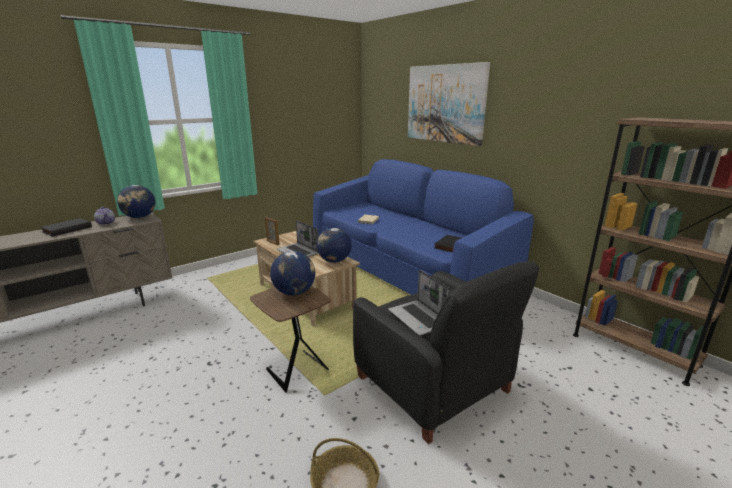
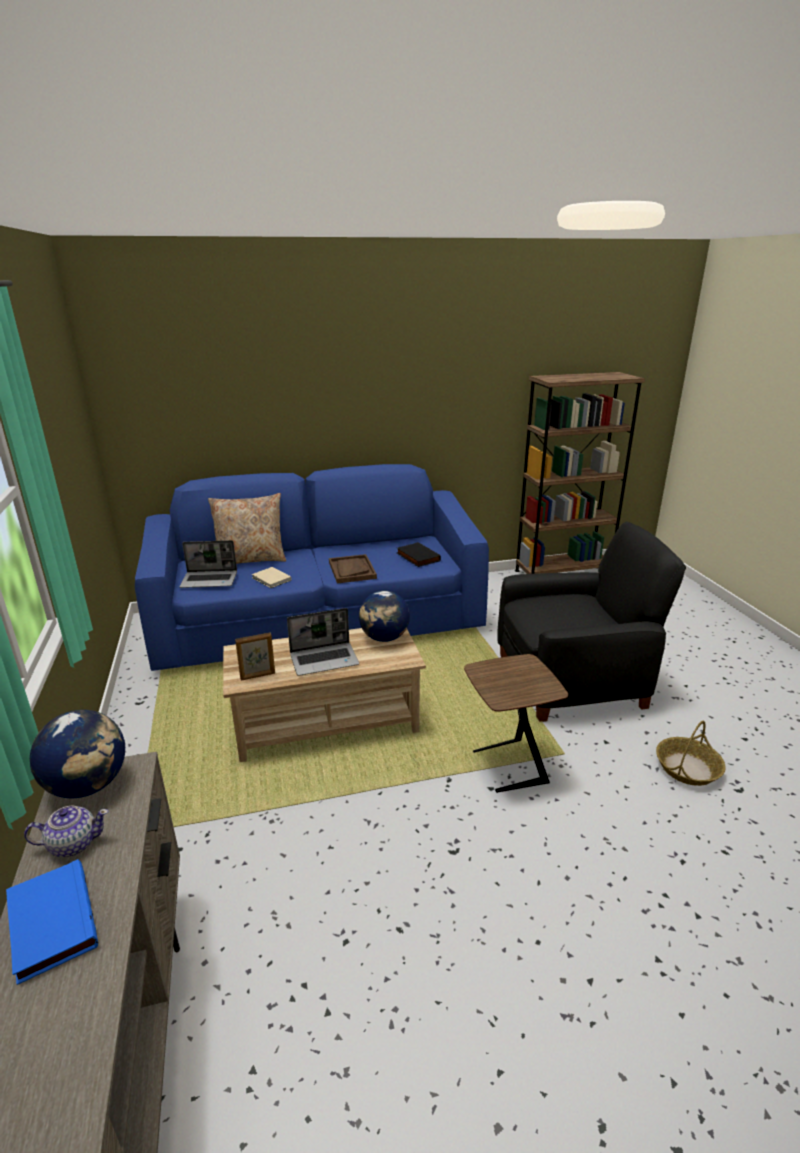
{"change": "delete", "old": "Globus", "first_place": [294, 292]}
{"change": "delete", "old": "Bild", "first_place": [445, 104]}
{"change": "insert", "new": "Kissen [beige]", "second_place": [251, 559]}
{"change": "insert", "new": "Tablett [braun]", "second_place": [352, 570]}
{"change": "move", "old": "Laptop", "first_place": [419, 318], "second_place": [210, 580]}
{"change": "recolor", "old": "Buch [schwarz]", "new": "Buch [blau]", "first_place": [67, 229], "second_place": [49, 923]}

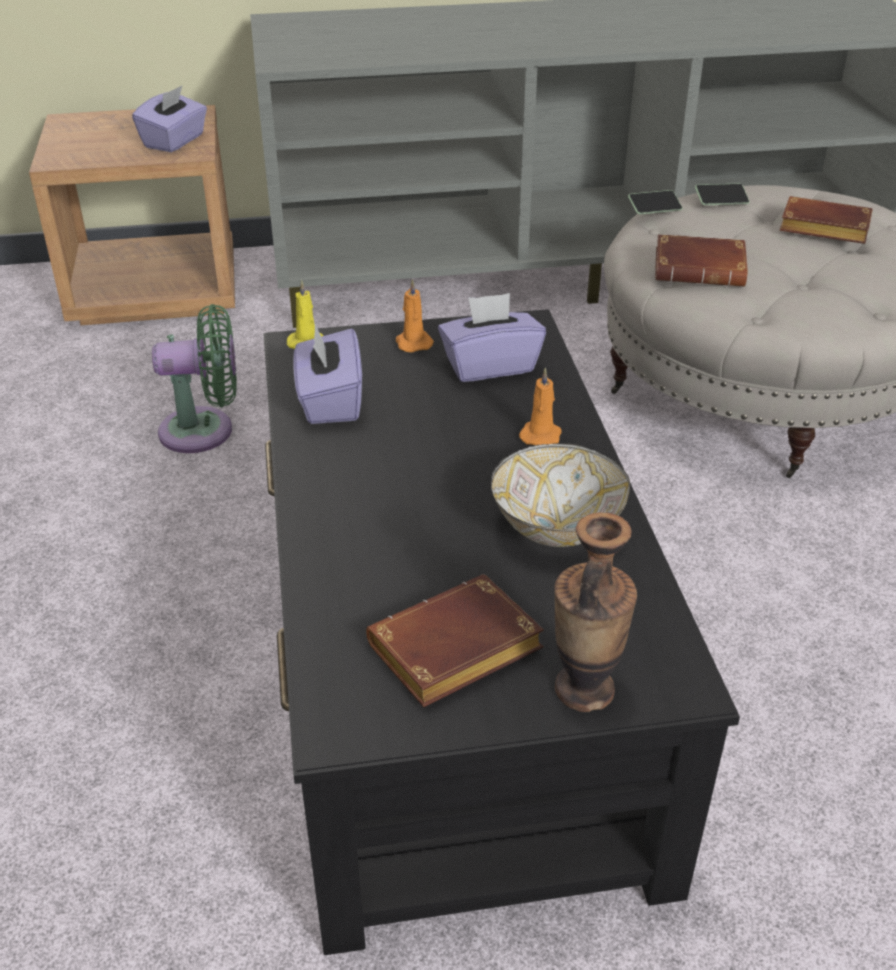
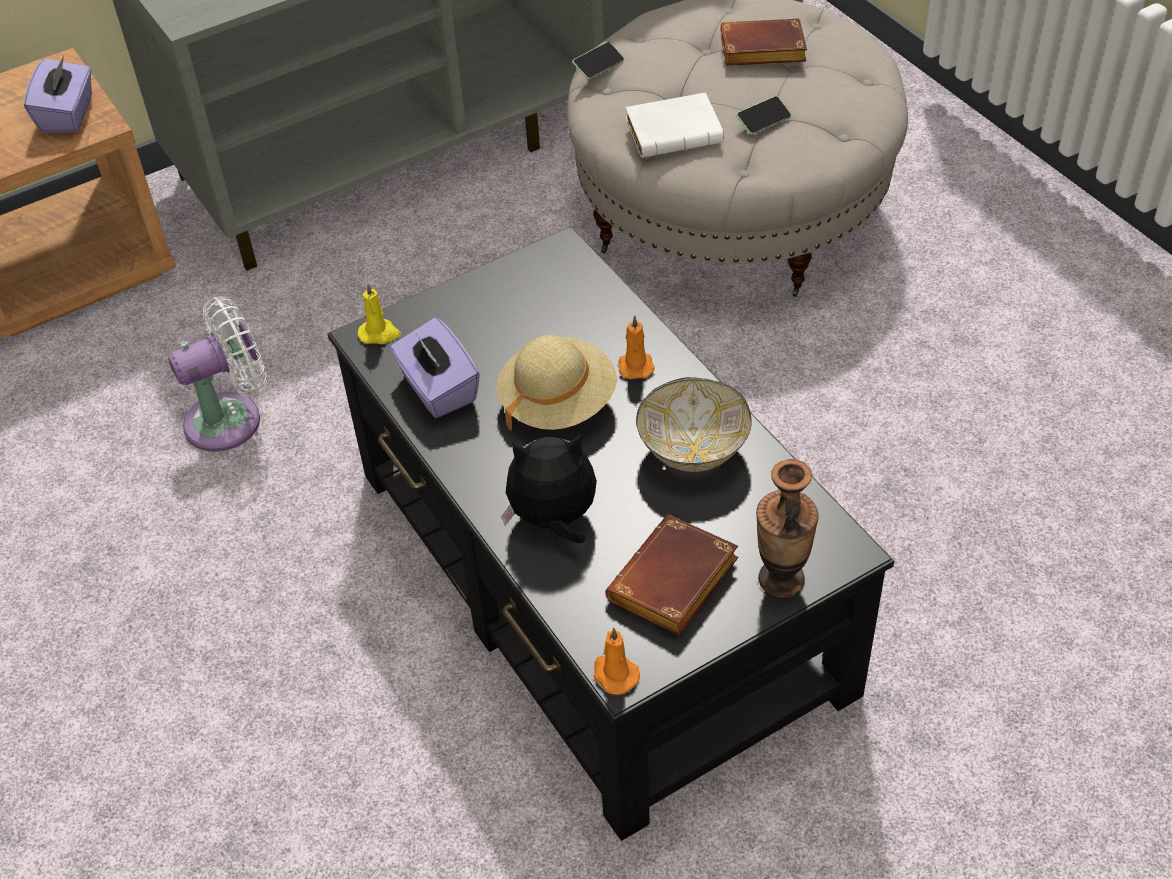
{"change": "delete", "old": "Taschentuchbox [lila]", "first_place": [489, 365]}
{"change": "insert", "new": "Hut [beige]", "second_place": [557, 402]}
{"change": "insert", "new": "Plüschtier", "second_place": [554, 520]}
{"change": "move", "old": "Kerze [orange]", "first_place": [413, 342], "second_place": [614, 674]}
{"change": "move", "old": "Handy", "first_place": [721, 202], "second_place": [763, 122]}
{"change": "recolor", "old": "Ventilator [grün]", "new": "Ventilator [weiß]", "first_place": [204, 431], "second_place": [231, 419]}
{"change": "recolor", "old": "Buch [braun]", "new": "Buch [weiß]", "first_place": [701, 269], "second_place": [675, 131]}

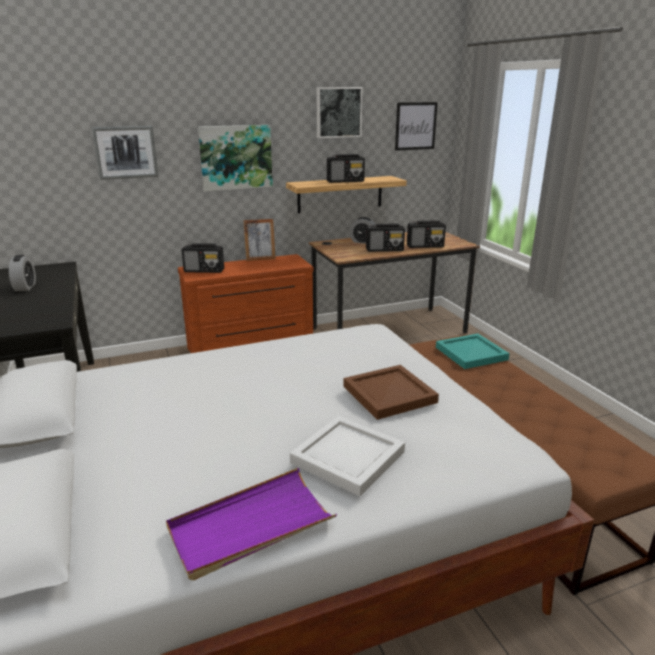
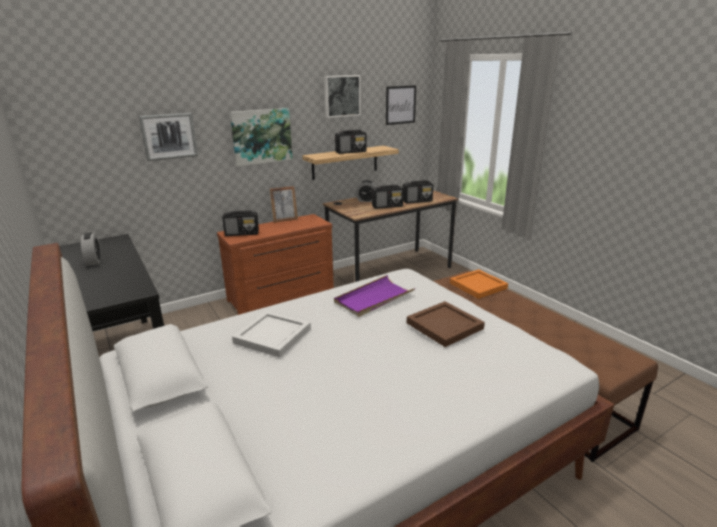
{"change": "move", "old": "Tablett [lila]", "first_place": [250, 526], "second_place": [374, 298]}
{"change": "move", "old": "Tablett [weiß]", "first_place": [348, 458], "second_place": [273, 336]}
{"change": "recolor", "old": "Tablett [türkis]", "new": "Tablett [orange]", "first_place": [471, 353], "second_place": [478, 285]}

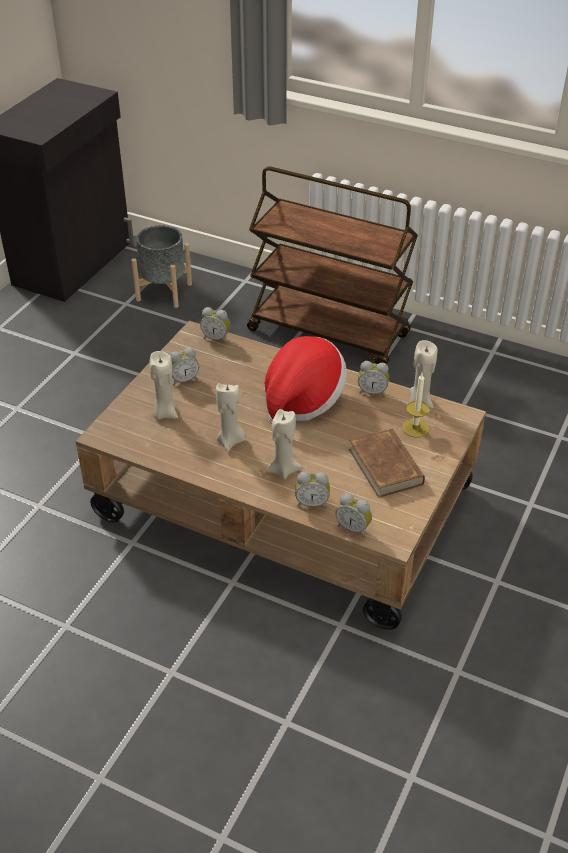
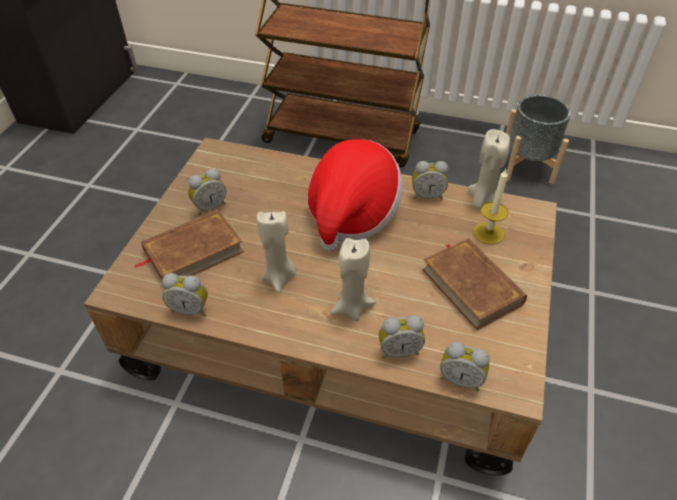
{"change": "move", "old": "Pflanzkübel [grau]", "first_place": [164, 291], "second_place": [526, 167]}
{"change": "move", "old": "Wecker", "first_place": [216, 338], "second_place": [190, 309]}
{"change": "replace", "old": "Kerze [beige]", "new": "Buch [braun]", "first_place": [164, 413], "second_place": [193, 251]}

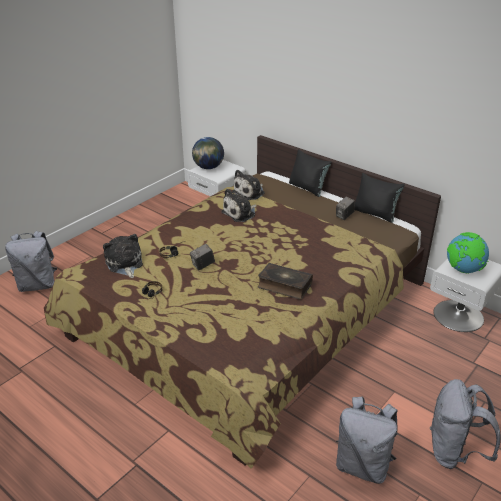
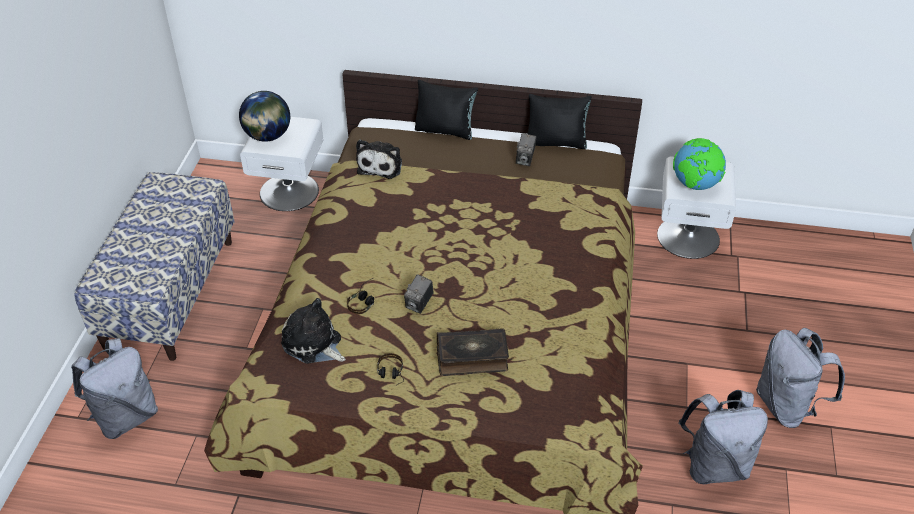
{"change": "delete", "old": "Plüschtier", "first_place": [240, 213]}
{"change": "insert", "new": "Bank", "second_place": [170, 293]}
{"change": "move", "old": "Buch", "first_place": [284, 286], "second_place": [472, 358]}

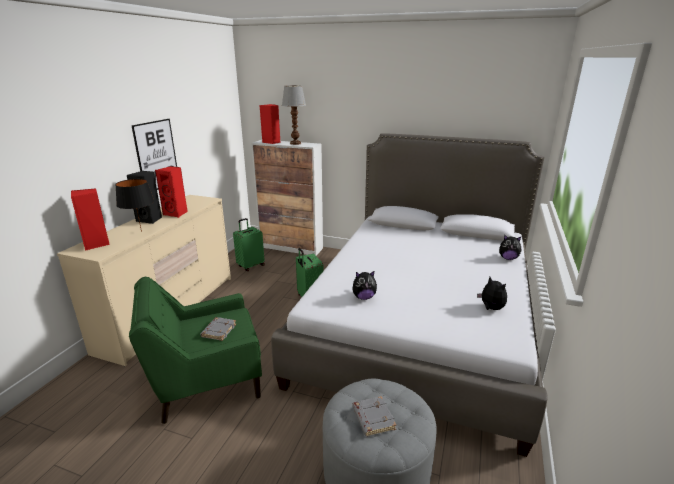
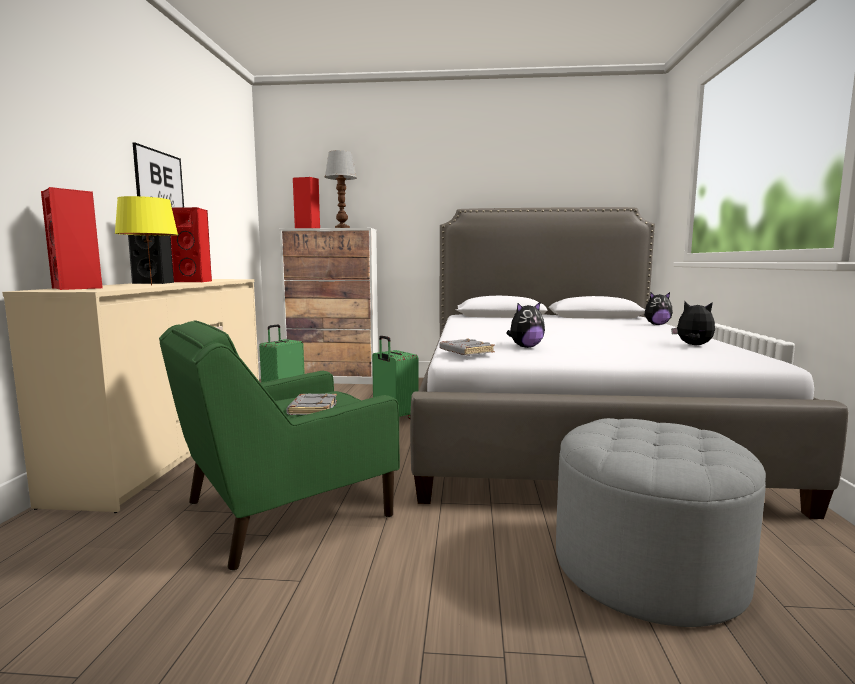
{"change": "move", "old": "Buch [grau]", "first_place": [372, 418], "second_place": [465, 351]}
{"change": "recolor", "old": "Tischlampe [schwarz]", "new": "Tischlampe [gelb]", "first_place": [142, 232], "second_place": [152, 285]}

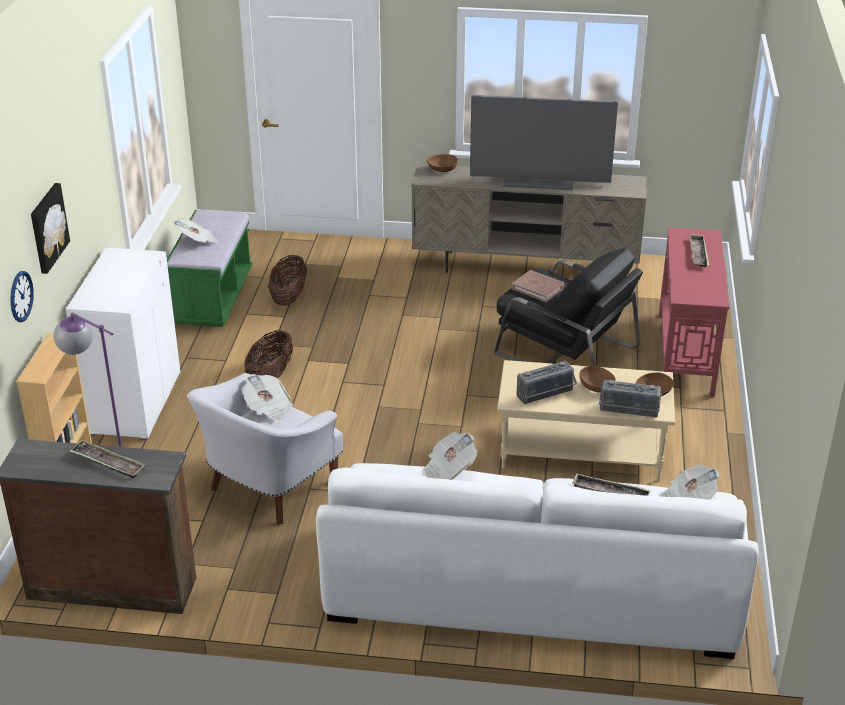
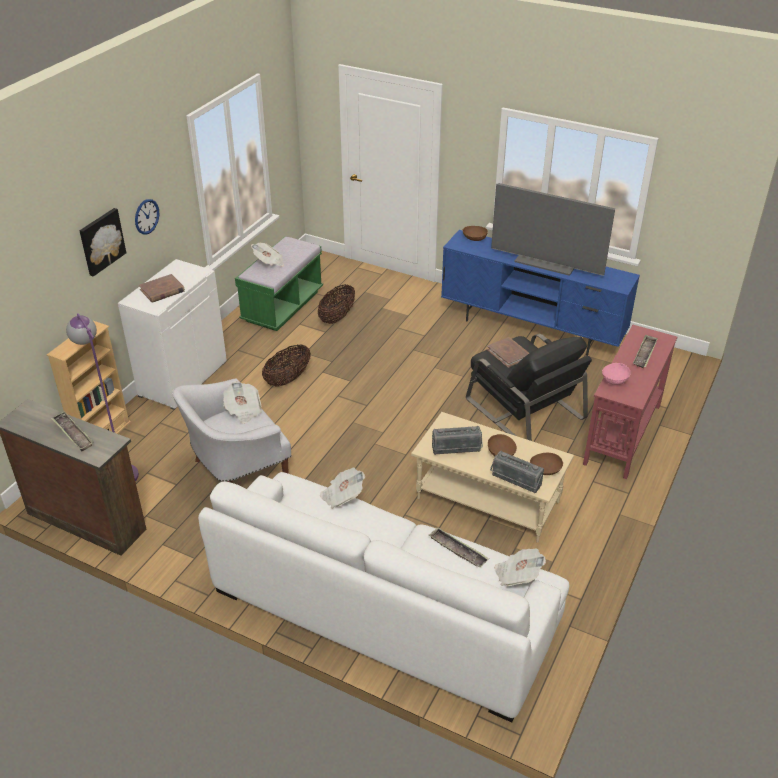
{"change": "insert", "new": "Buch [braun]", "second_place": [162, 290]}
{"change": "insert", "new": "Schüssel [rosa]", "second_place": [614, 380]}
{"change": "move", "old": "Wanduhr", "first_place": [21, 296], "second_place": [146, 216]}
{"change": "recolor", "old": "Fernsehschrank [beige]", "new": "Fernsehschrank [blau]", "first_place": [526, 267], "second_place": [532, 329]}

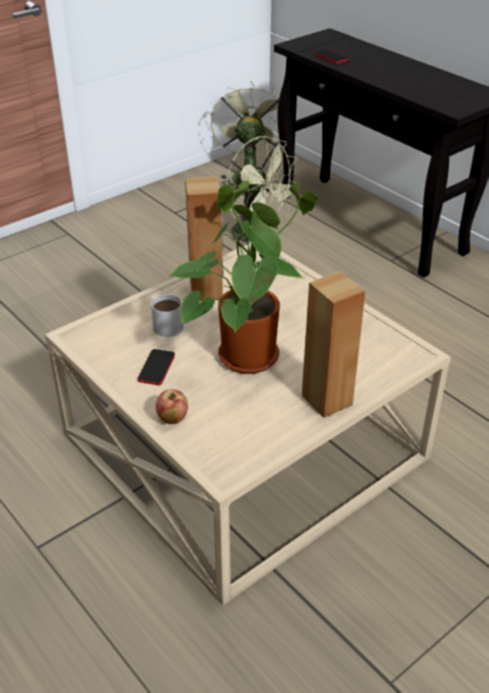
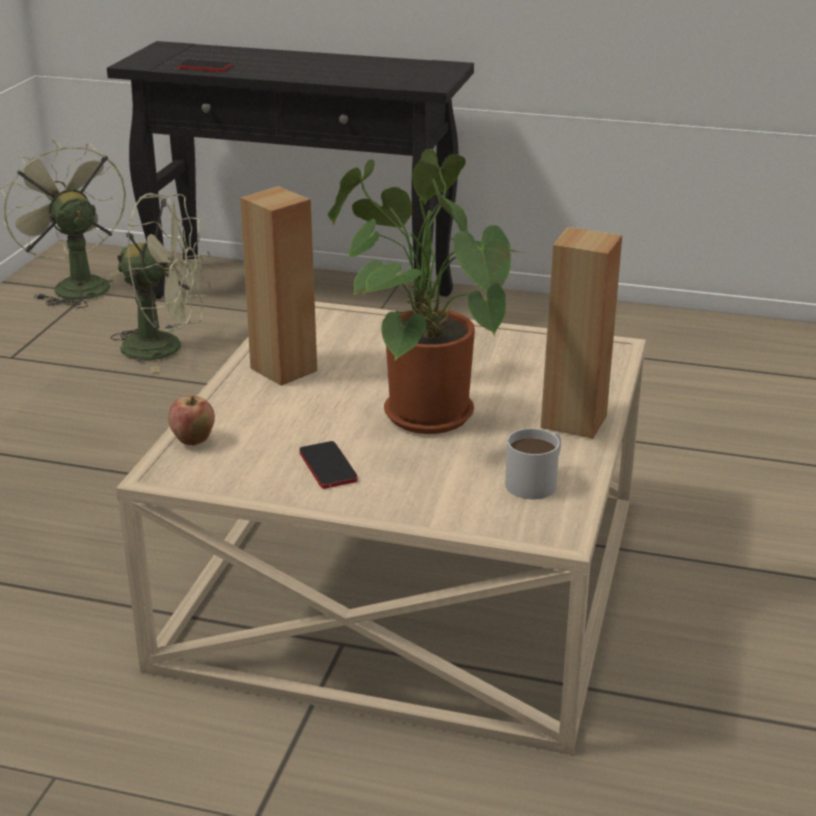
{"change": "move", "old": "Henkelbecher [weiß]", "first_place": [175, 326], "second_place": [537, 480]}
{"change": "move", "old": "Apfel", "first_place": [172, 419], "second_place": [193, 440]}

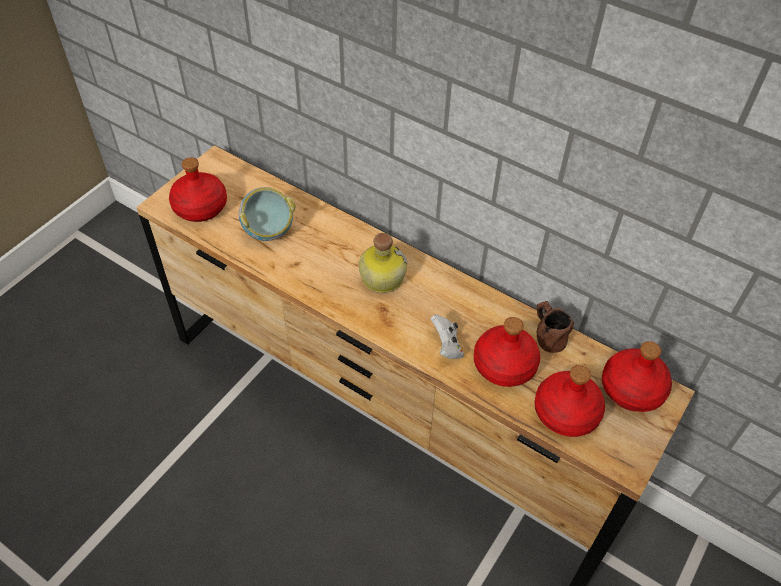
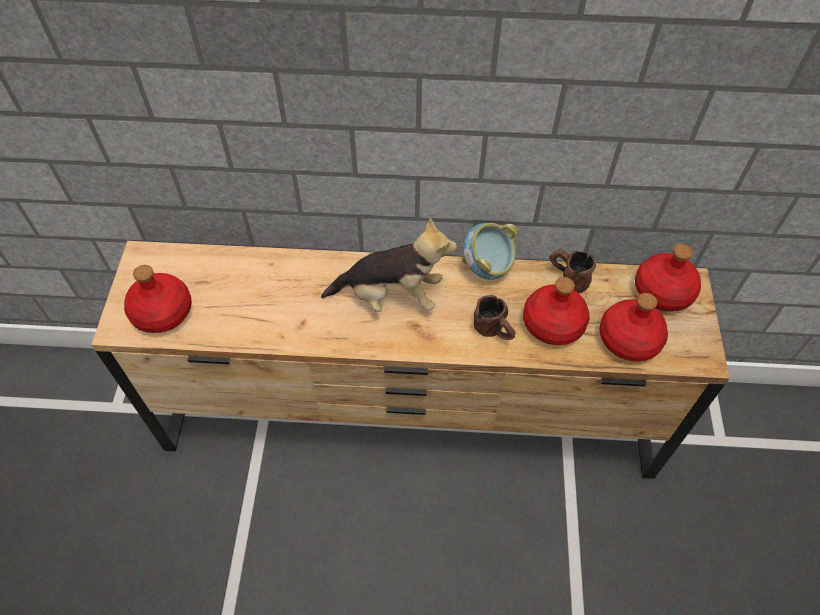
{"change": "move", "old": "Schüssel", "first_place": [268, 232], "second_place": [487, 268]}
{"change": "replace", "old": "Flasche", "new": "Plüschtier", "first_place": [381, 277], "second_place": [391, 296]}
{"change": "replace", "old": "Gamepad [weiß]", "new": "Henkelbecher [braun]", "first_place": [447, 346], "second_place": [494, 332]}

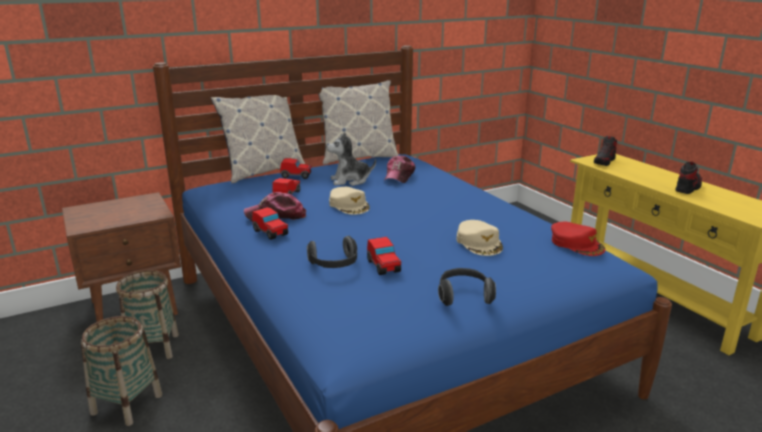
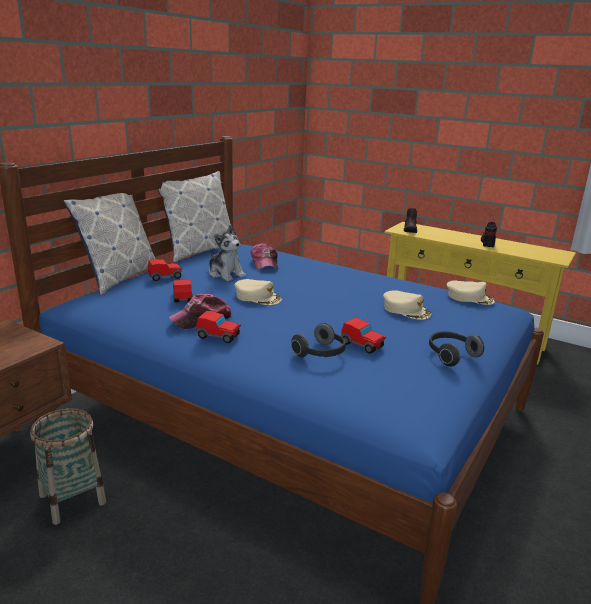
{"change": "delete", "old": "Korb", "first_place": [127, 404]}
{"change": "recolor", "old": "Kappe [rot]", "new": "Kappe [beige]", "first_place": [576, 244], "second_place": [469, 297]}
{"change": "rotate", "old": "Plüschtier", "first_place": [350, 181], "second_place": [226, 274], "degrees": -90}

